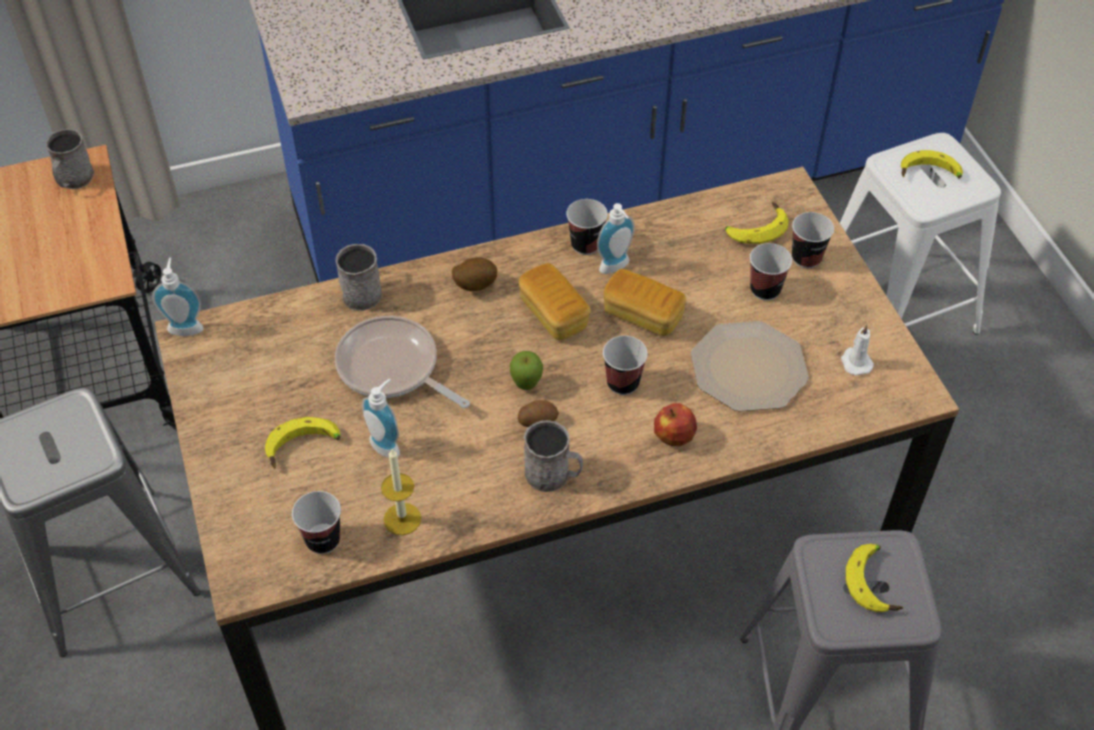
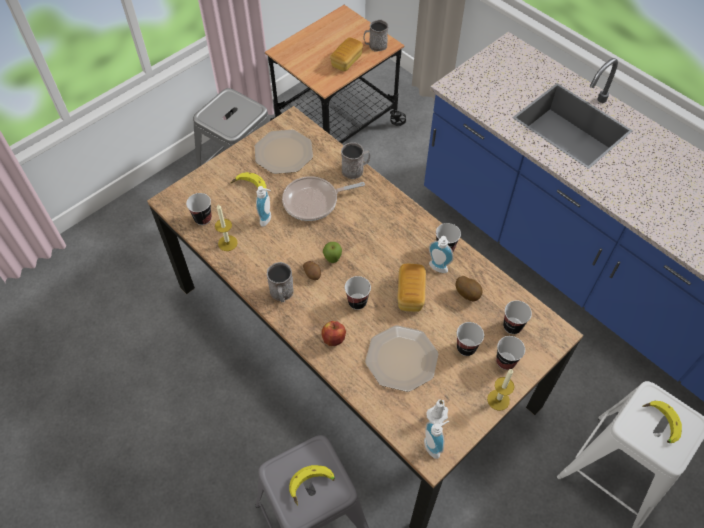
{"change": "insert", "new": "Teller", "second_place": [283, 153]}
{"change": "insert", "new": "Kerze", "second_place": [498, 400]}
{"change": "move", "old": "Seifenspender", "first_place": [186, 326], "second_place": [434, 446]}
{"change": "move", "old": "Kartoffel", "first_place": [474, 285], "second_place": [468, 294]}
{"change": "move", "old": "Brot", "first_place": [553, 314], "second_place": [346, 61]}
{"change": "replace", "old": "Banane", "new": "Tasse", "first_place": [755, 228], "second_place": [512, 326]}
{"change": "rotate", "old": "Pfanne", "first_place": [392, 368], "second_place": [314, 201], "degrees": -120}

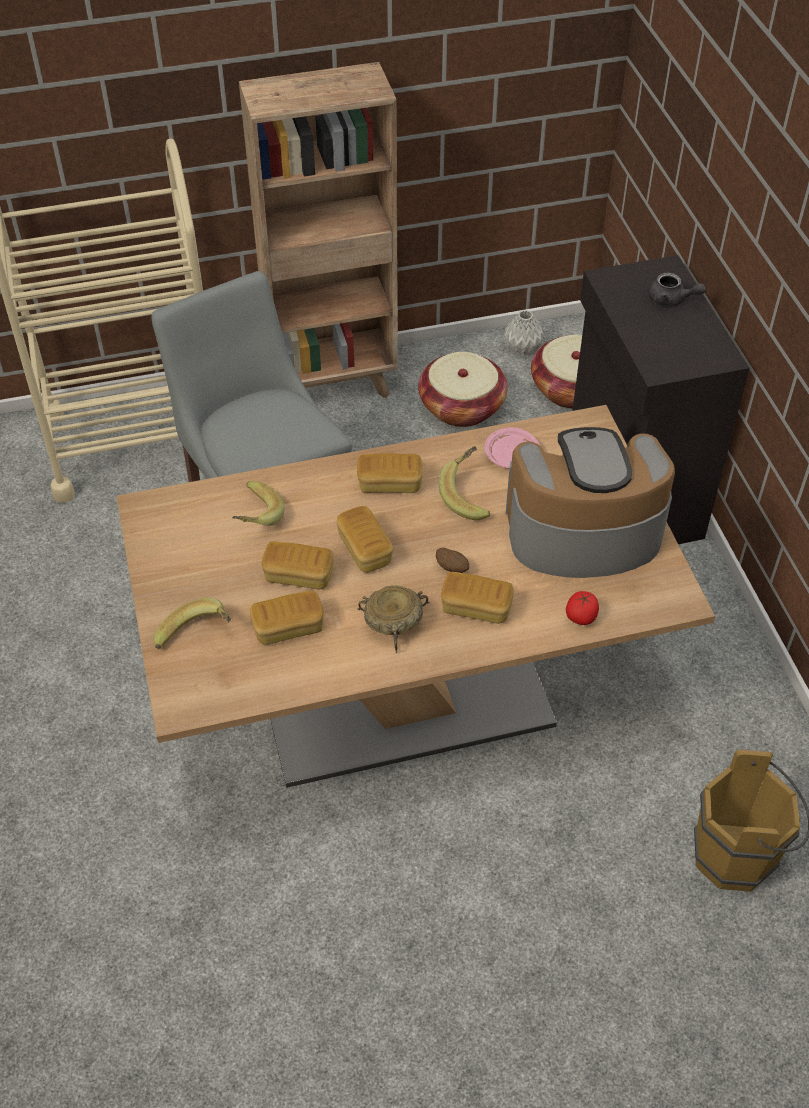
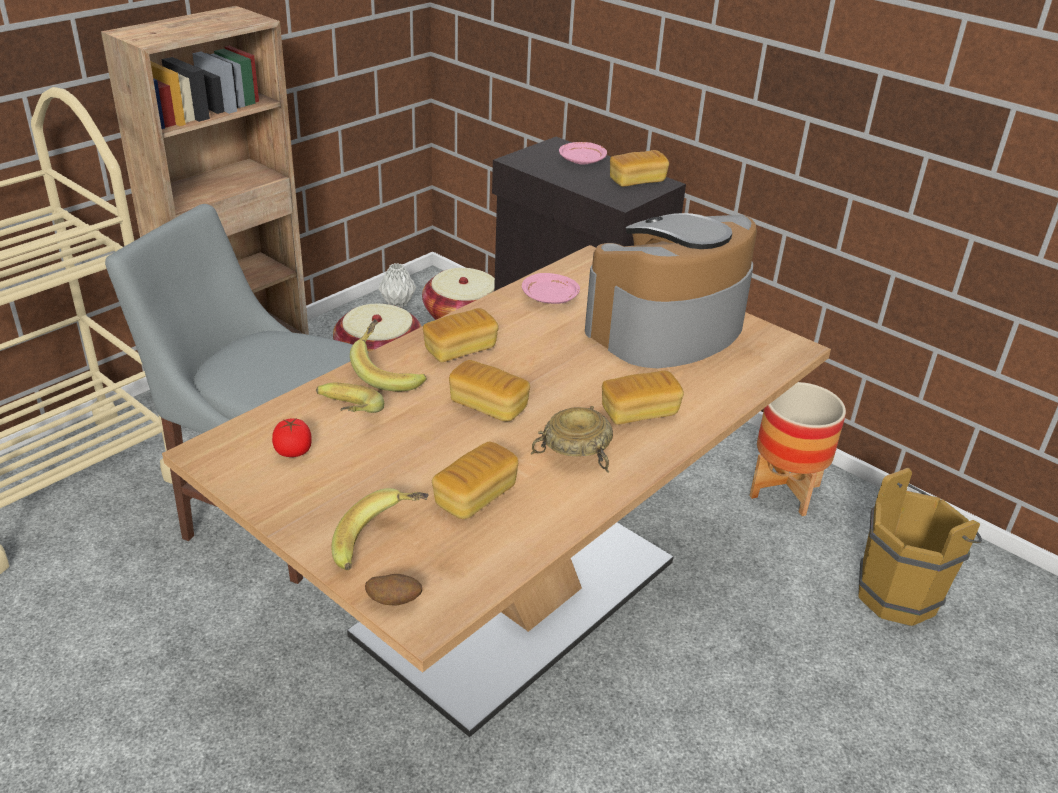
{"change": "insert", "new": "Pflanzkübel", "second_place": [784, 491]}
{"change": "move", "old": "Brot", "first_place": [298, 575], "second_place": [637, 181]}
{"change": "move", "old": "Kartoffel", "first_place": [452, 568], "second_place": [394, 601]}
{"change": "move", "old": "Banane", "first_place": [470, 495], "second_place": [389, 373]}
{"change": "move", "old": "Tomate", "first_place": [581, 616], "second_place": [293, 451]}
{"change": "replace", "old": "Teekanne [grau]", "new": "Teller [rosa]", "first_place": [671, 300], "second_place": [582, 161]}

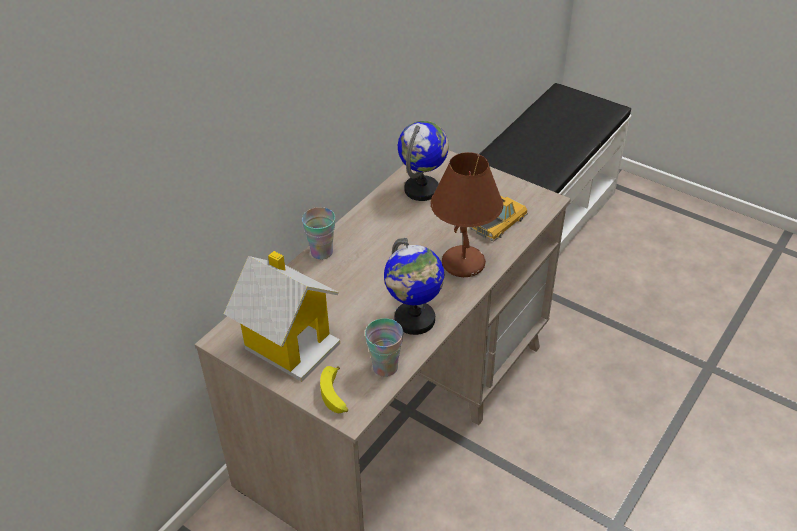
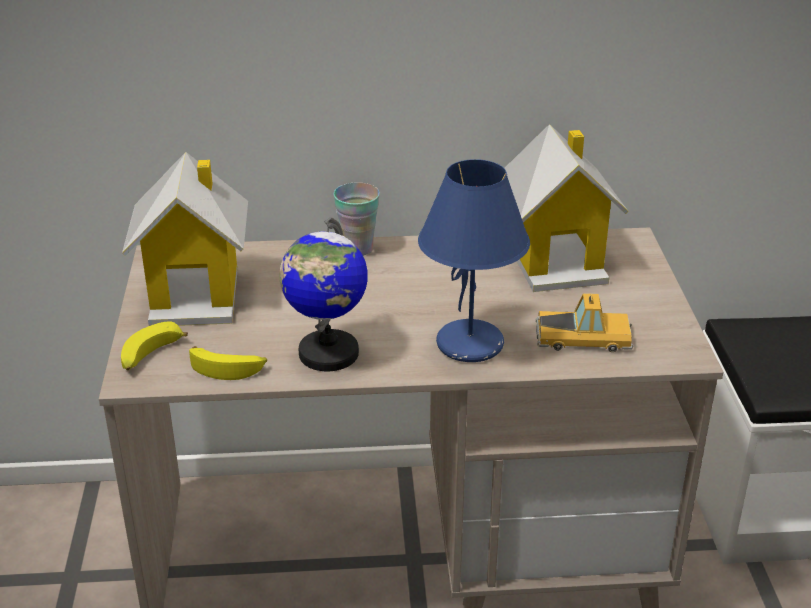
{"change": "replace", "old": "Tasse", "new": "Banane", "first_place": [385, 367], "second_place": [228, 368]}
{"change": "replace", "old": "Globus", "new": "Spielzeughaus", "first_place": [422, 190], "second_place": [556, 260]}
{"change": "recolor", "old": "Tischlampe [braun]", "new": "Tischlampe [blau]", "first_place": [464, 263], "second_place": [470, 345]}

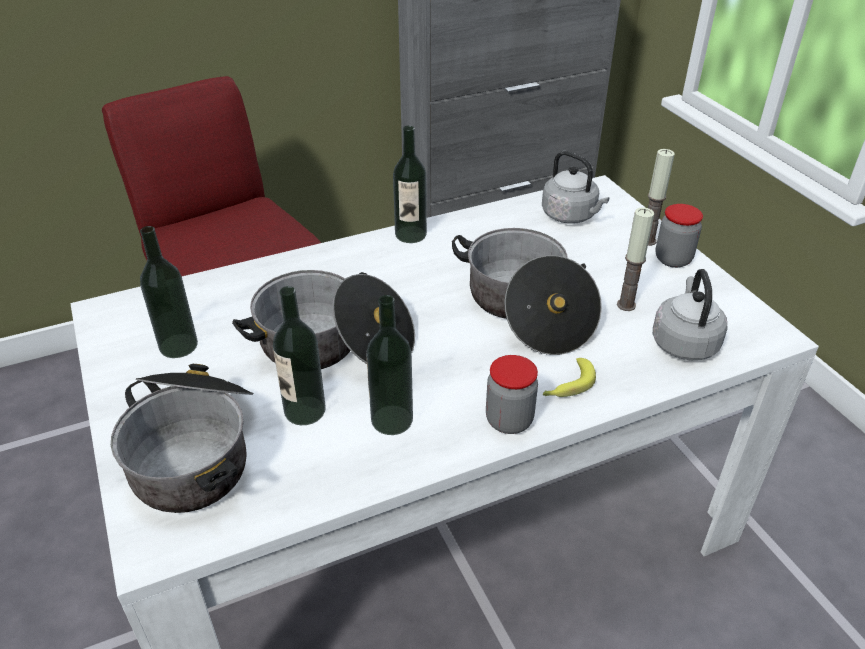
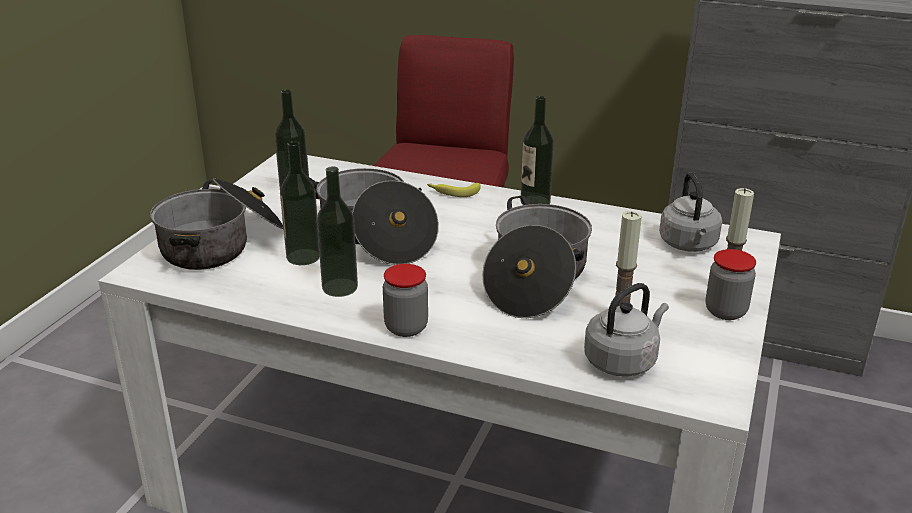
{"change": "move", "old": "Banane", "first_place": [567, 385], "second_place": [453, 192]}

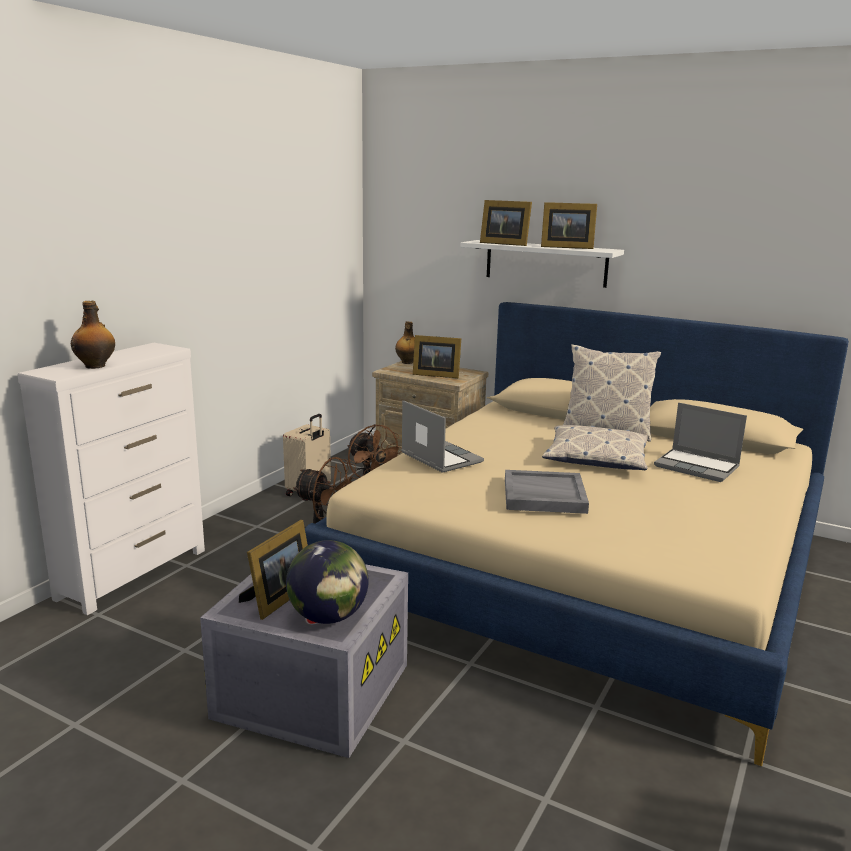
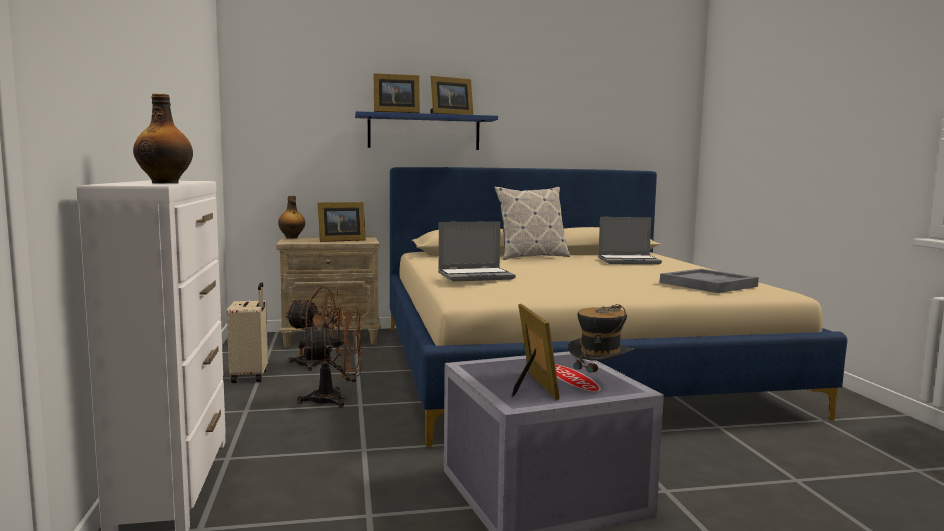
{"change": "delete", "old": "Kissen", "first_place": [596, 458]}
{"change": "move", "old": "Tablett [grau]", "first_place": [543, 495], "second_place": [708, 284]}
{"change": "replace", "old": "Globus", "new": "Hut", "first_place": [328, 617], "second_place": [599, 384]}
{"change": "recolor", "old": "Wandregal [weiß]", "new": "Wandregal [blau]", "first_place": [545, 263], "second_place": [424, 132]}
{"change": "rotate", "old": "Laptop", "first_place": [439, 458], "second_place": [476, 276], "degrees": 150}

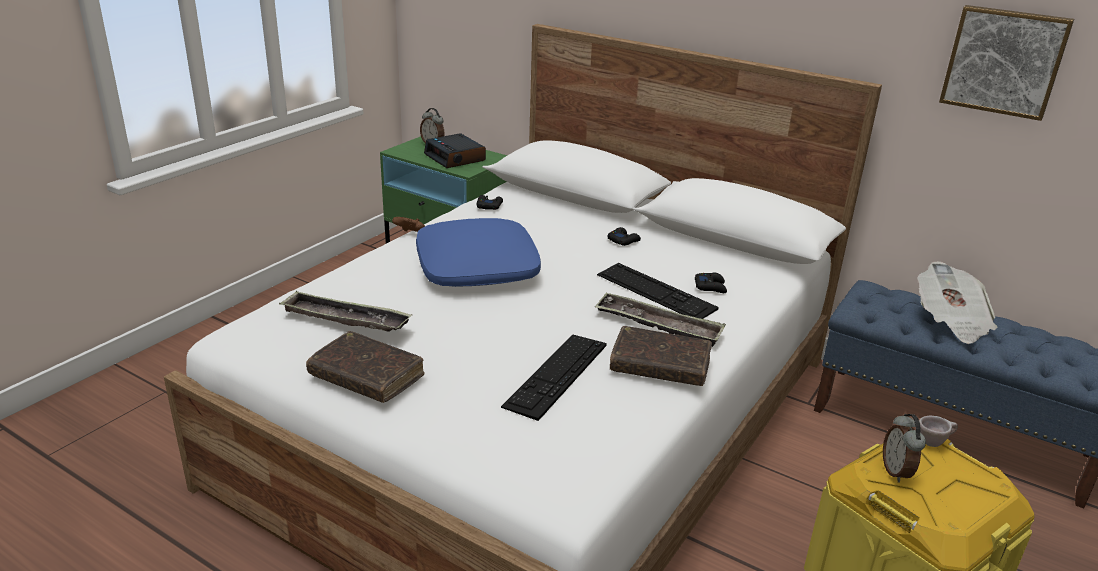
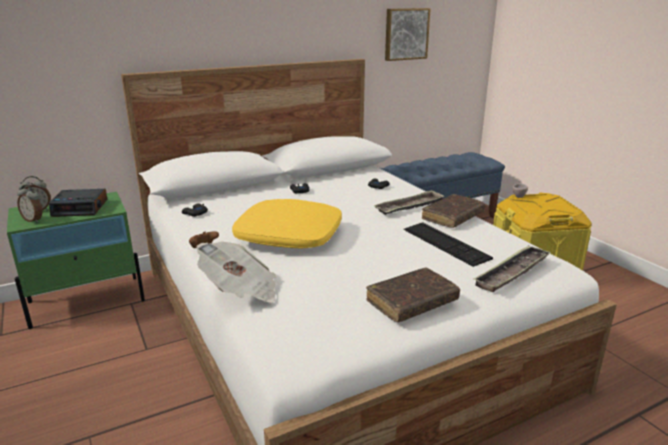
{"change": "delete", "old": "Tastatur", "first_place": [655, 291]}
{"change": "move", "old": "Tablett", "first_place": [345, 319], "second_place": [512, 273]}
{"change": "move", "old": "Wecker", "first_place": [897, 471], "second_place": [34, 220]}
{"change": "move", "old": "Zeitung", "first_place": [951, 322], "second_place": [241, 290]}
{"change": "recolor", "old": "Kissen [blau]", "new": "Kissen [gelb]", "first_place": [478, 268], "second_place": [289, 235]}

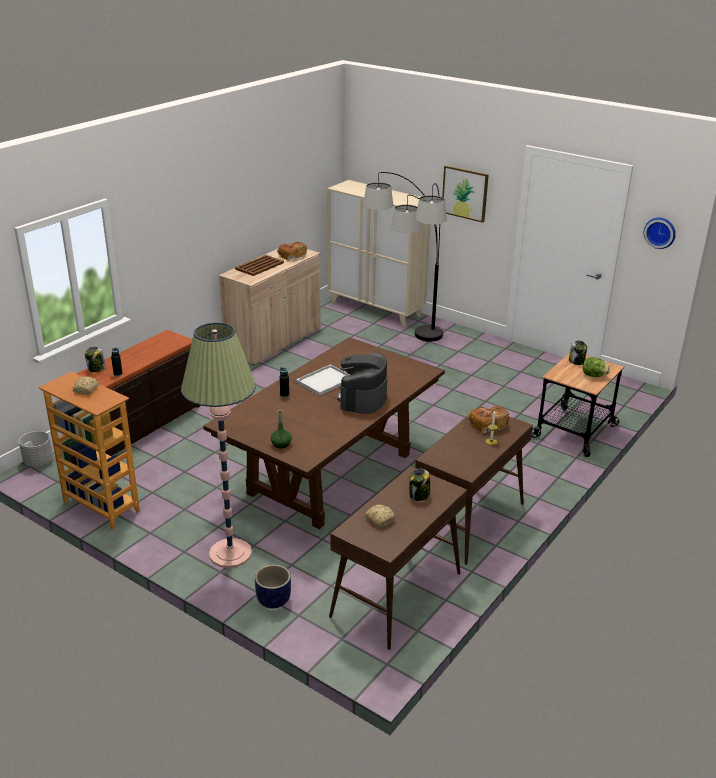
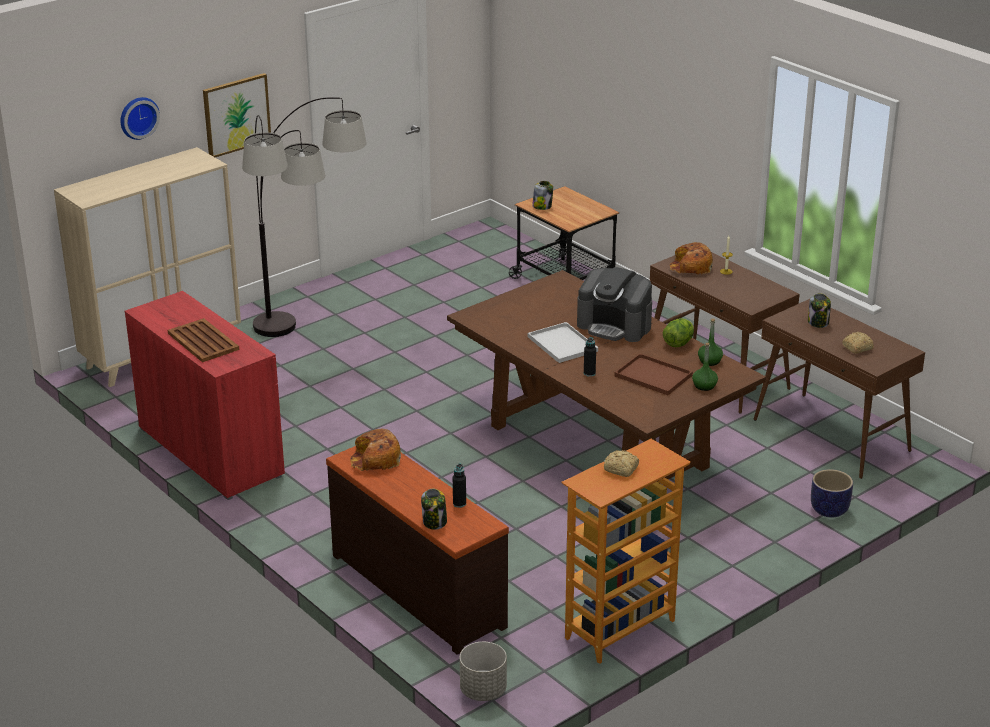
{"change": "delete", "old": "Stehlampe", "first_place": [230, 553]}
{"change": "insert", "new": "Tablett [braun]", "second_place": [651, 375]}
{"change": "insert", "new": "Flasche [grün]", "second_place": [710, 361]}
{"change": "move", "old": "Brot", "first_place": [292, 255], "second_place": [375, 459]}
{"change": "move", "old": "Salatkopf", "first_place": [593, 375], "second_place": [678, 343]}
{"change": "move", "old": "Wanduhr", "first_place": [660, 232], "second_place": [138, 117]}
{"change": "recolor", "old": "Schrank [beige]", "new": "Schrank [rot]", "first_place": [273, 341], "second_place": [211, 452]}

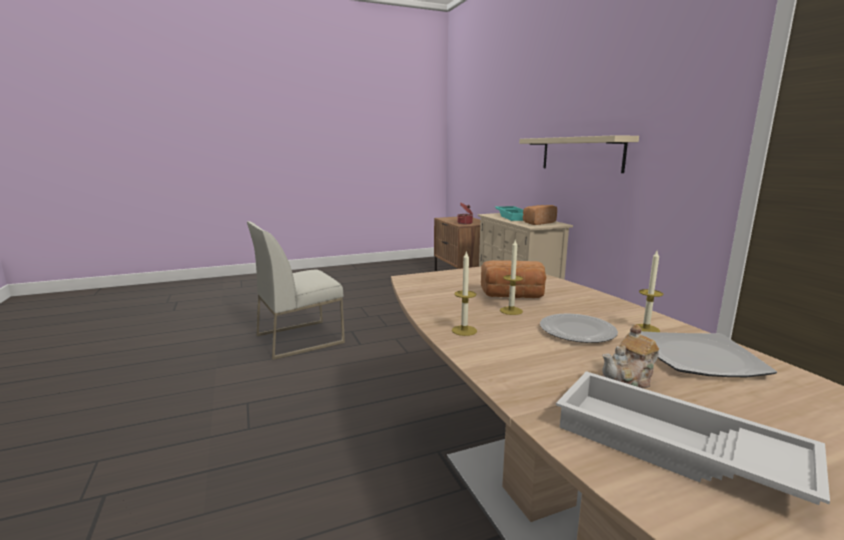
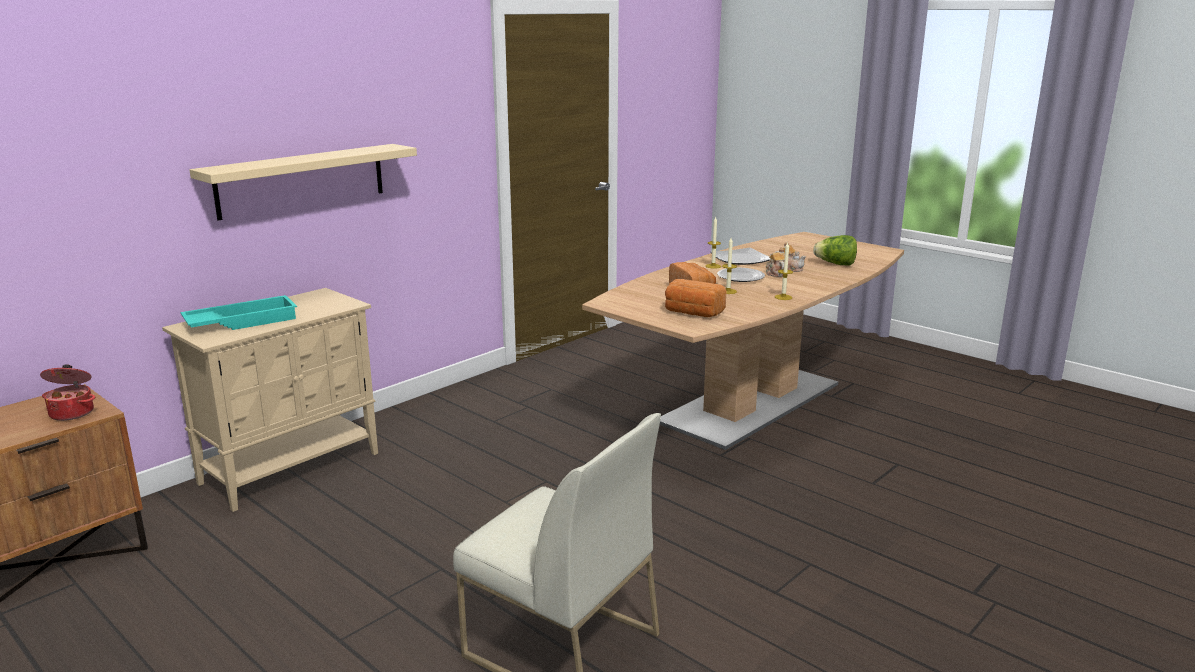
{"change": "insert", "new": "Teekanne", "second_place": [775, 273]}
{"change": "move", "old": "Brot", "first_place": [538, 223], "second_place": [692, 313]}
{"change": "replace", "old": "Tablett [weiß]", "new": "Salatkopf", "first_place": [672, 448], "second_place": [835, 264]}

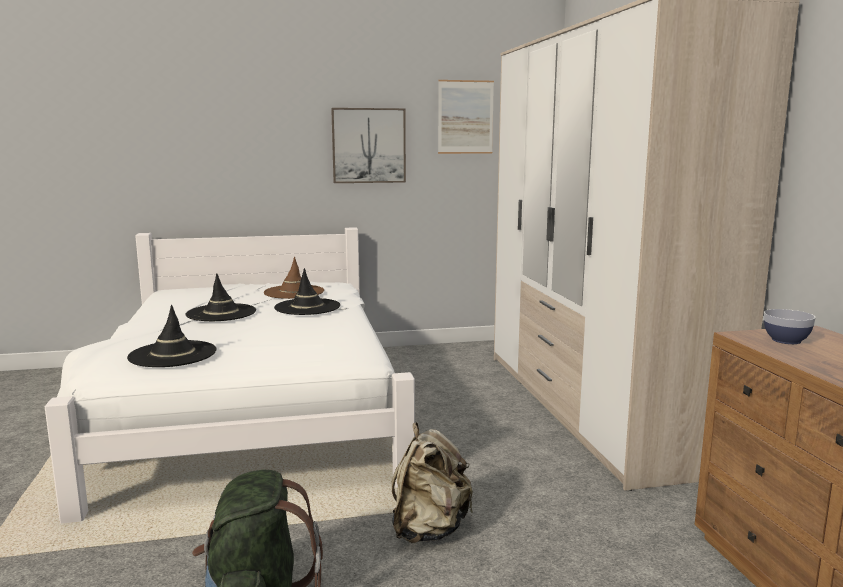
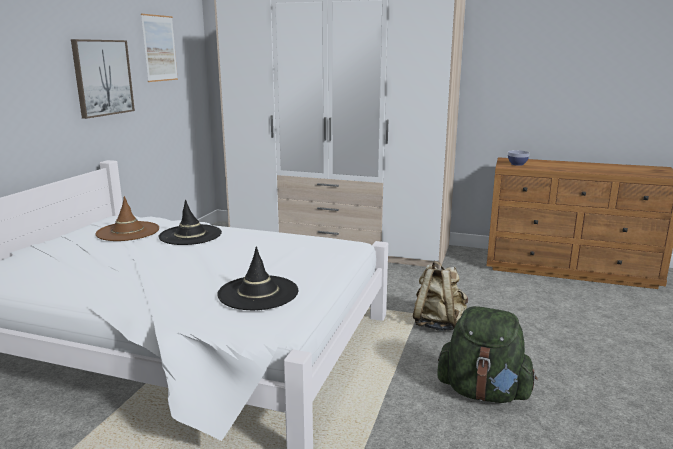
{"change": "delete", "old": "Hut [schwarz]", "first_place": [221, 313]}

